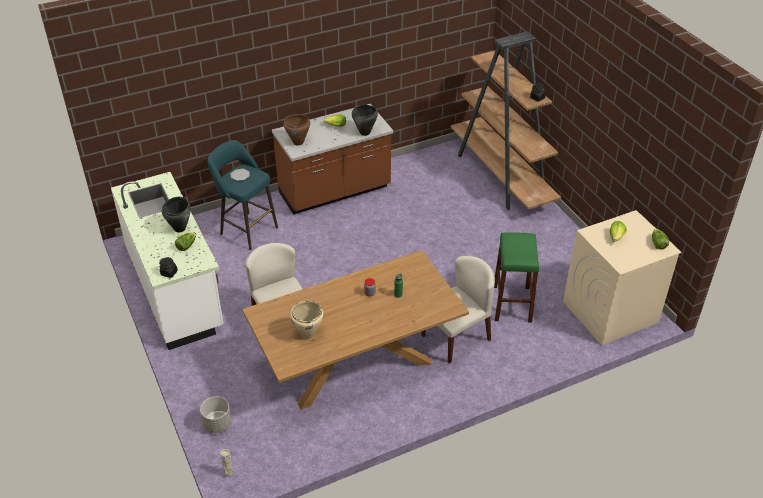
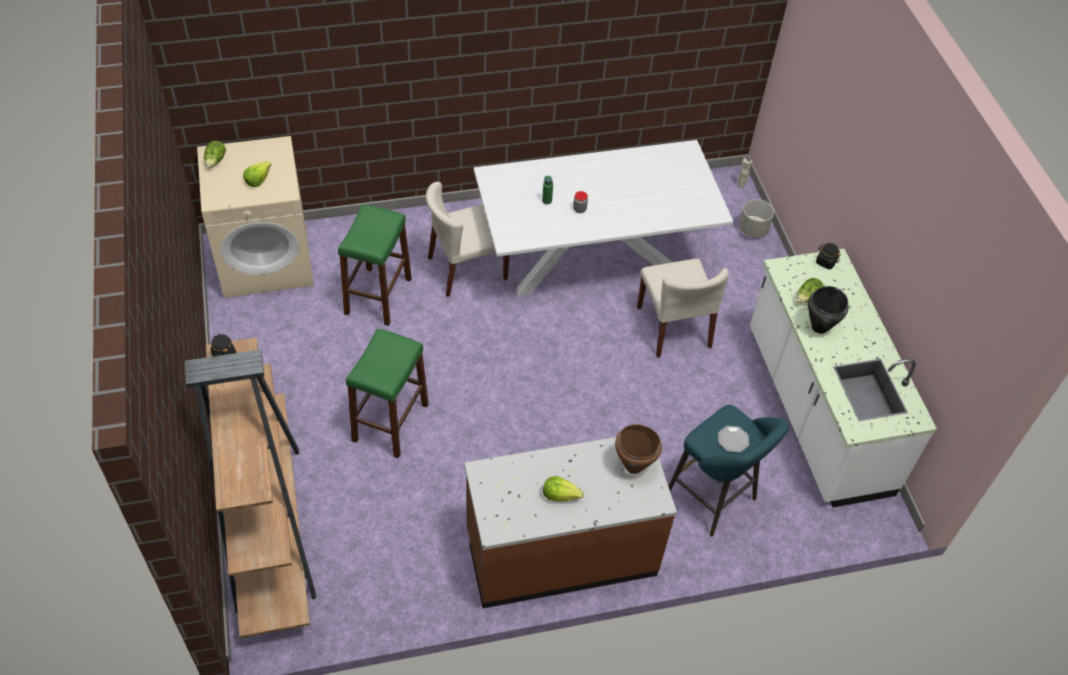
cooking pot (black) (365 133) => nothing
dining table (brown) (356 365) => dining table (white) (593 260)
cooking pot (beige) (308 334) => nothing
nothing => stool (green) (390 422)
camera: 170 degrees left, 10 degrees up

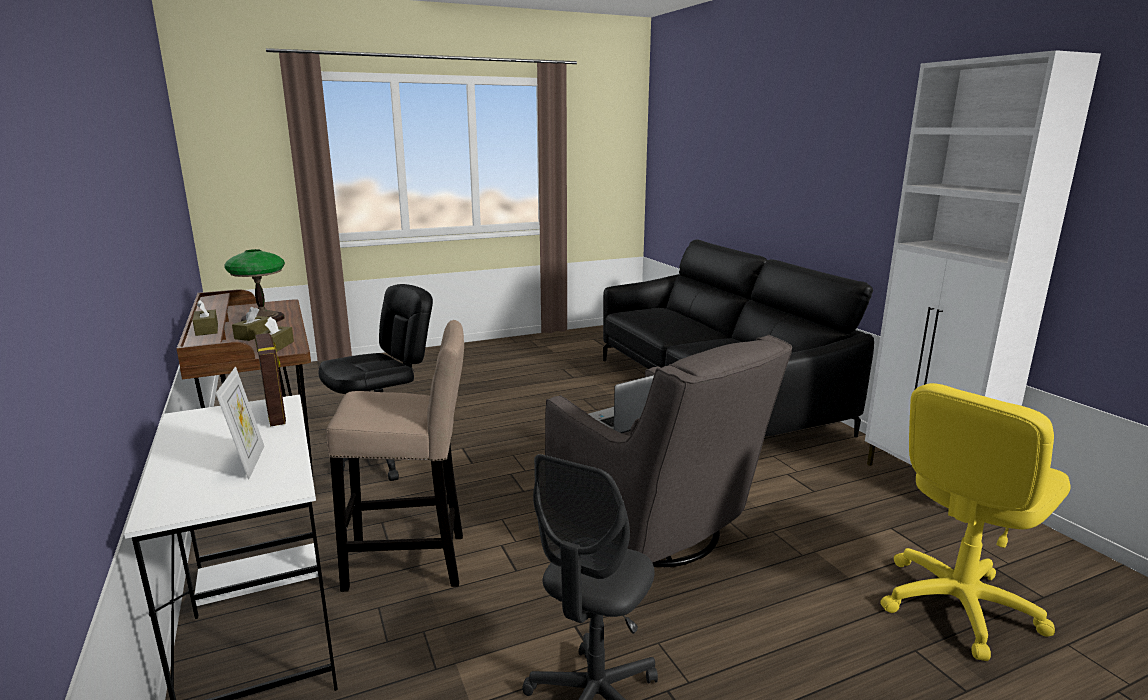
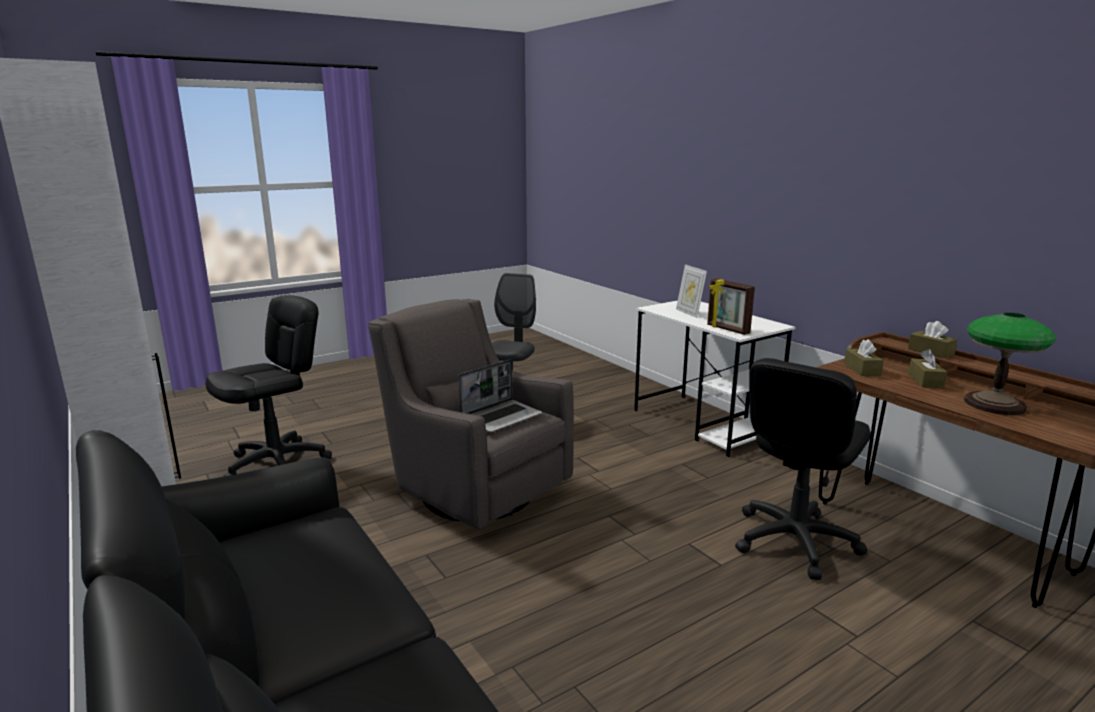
stool (beige) (413 563) => nothing
office chair (yellow) (957 605) => office chair (black) (277 464)
camera: 170 degrees right, 0 degrees up

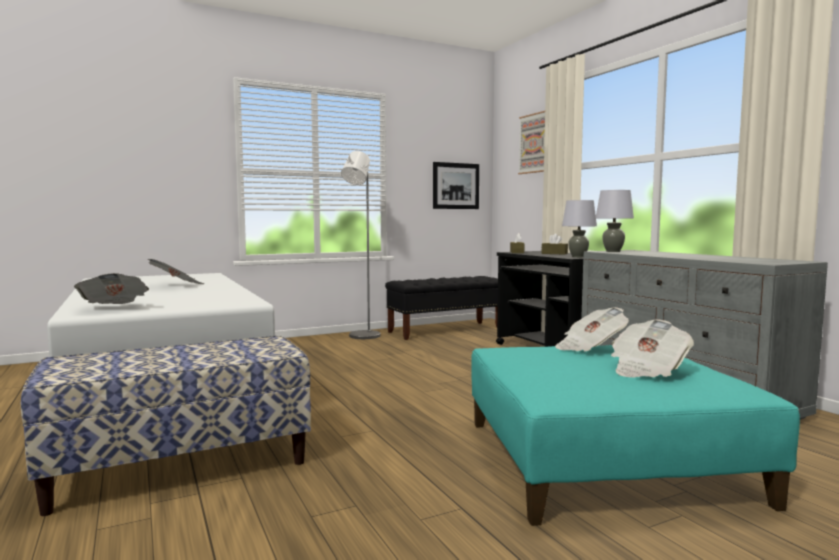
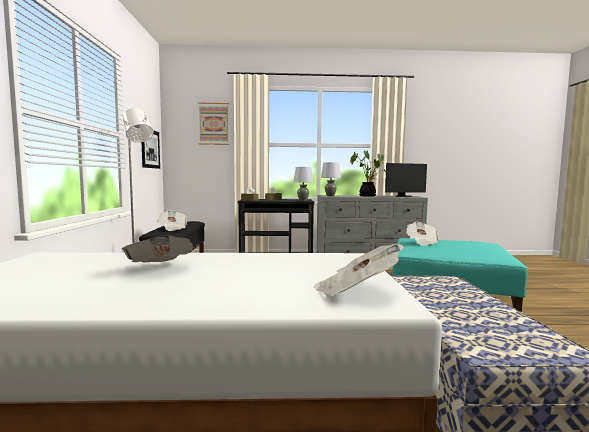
newspaper (646 370) => newspaper (172 228), relocated
nothing => potted plant (367 196)
nothing => monitor (404 196)
camera: 65 degrees left, 0 degrees up

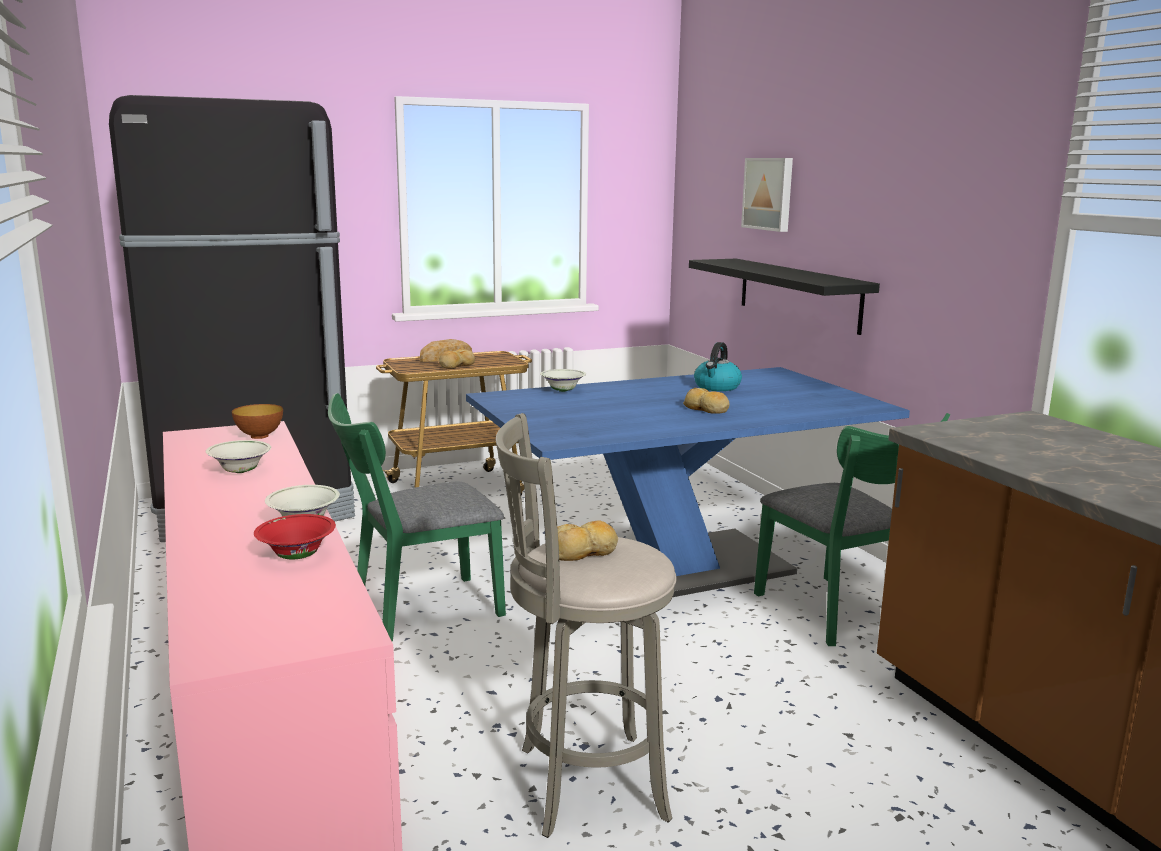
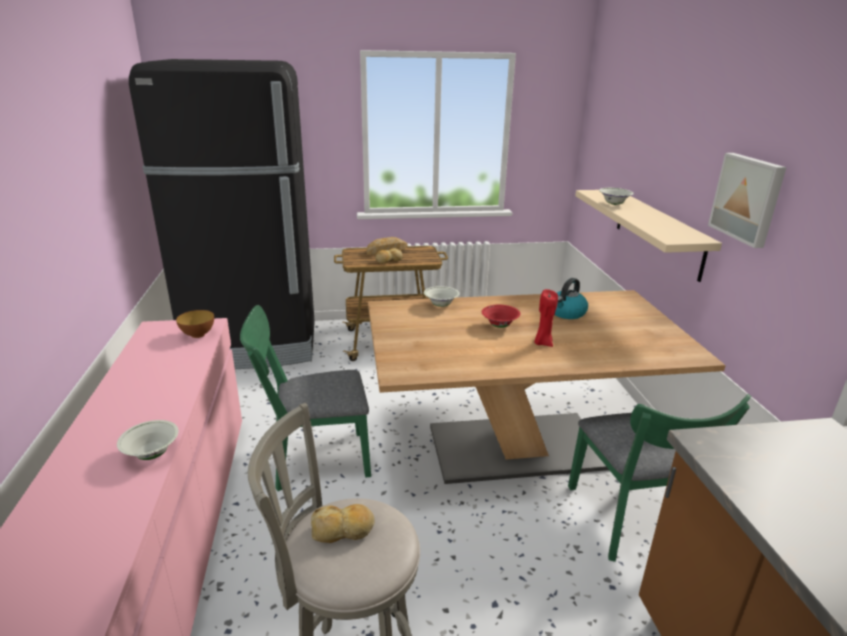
picture (769 194) => picture (748 198), relocated
shelf (black) (798 294) => shelf (beige) (658 232)
dining table (blue) (675 568) => dining table (brown) (516 447)
bread (706 409) => candle (red) (542 343)
bowl (white) (240 471) => bowl (white) (613 204), relocated
bowl (red) (297 556) => bowl (red) (499 326), relocated
camera: 15 degrees right, 10 degrees up

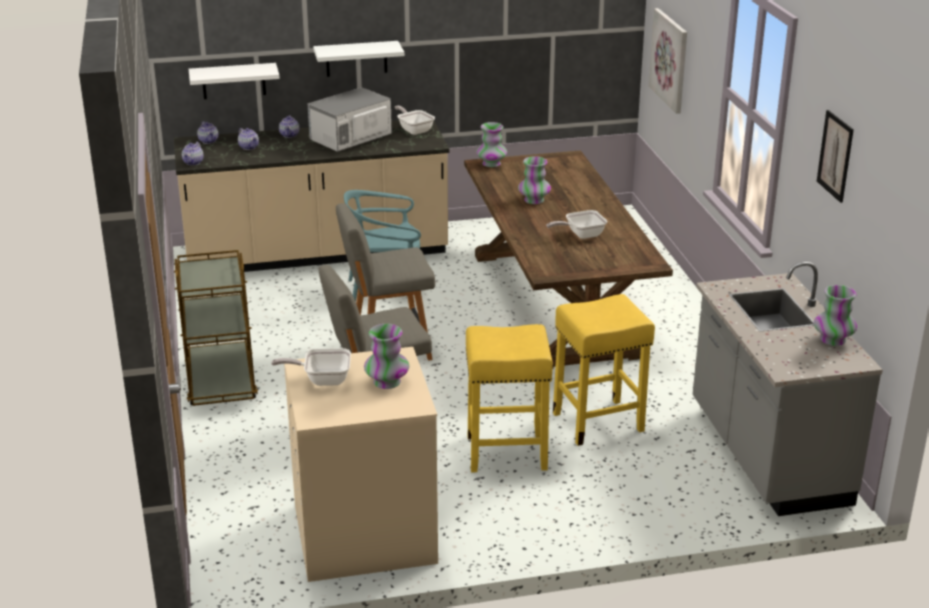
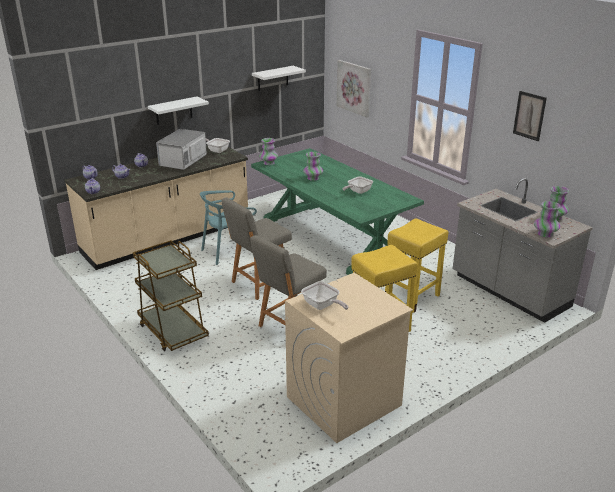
shelf (white) (233 81) => shelf (white) (273 78), relocated
dining table (brown) (555 303) => dining table (green) (330 237)
vase (387 382) => vase (545 234), relocated
frying pan (322 379) => frying pan (322 306), 105 degrees counterclockwise
camera: 25 degrees left, 0 degrees up

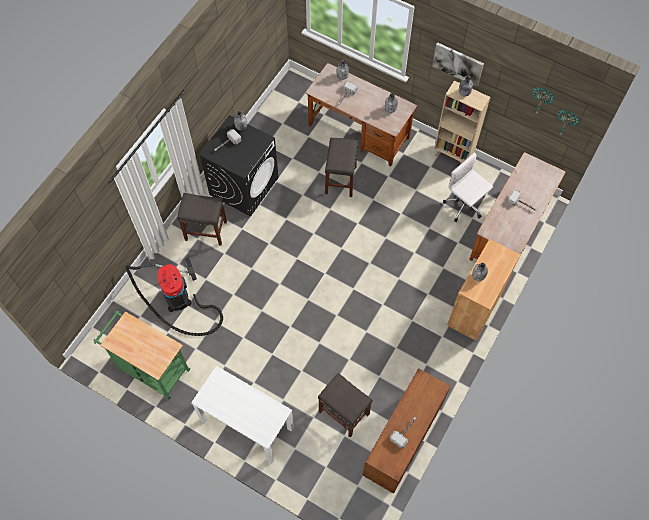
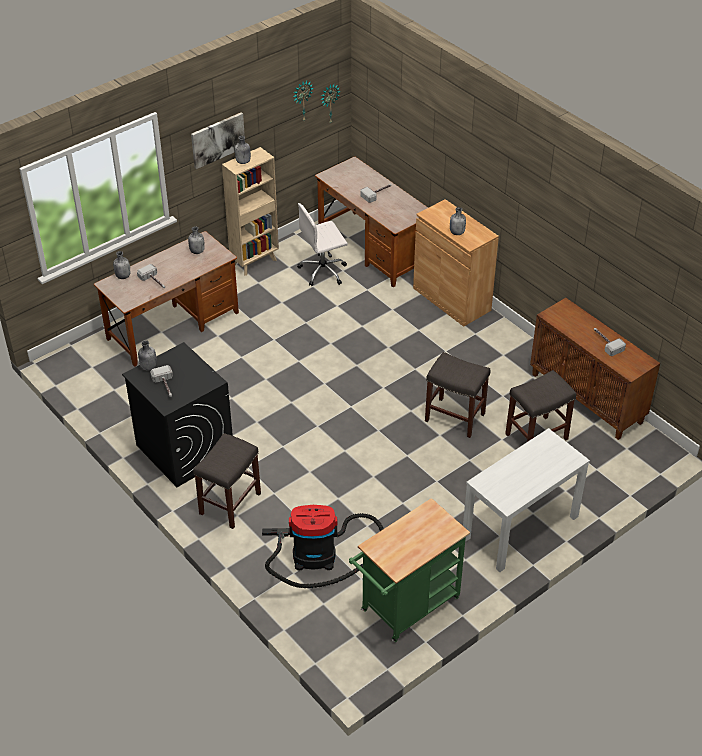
stool (grey) (340 179) => stool (grey) (454 417), relocated
camera: 70 degrees left, 20 degrees down

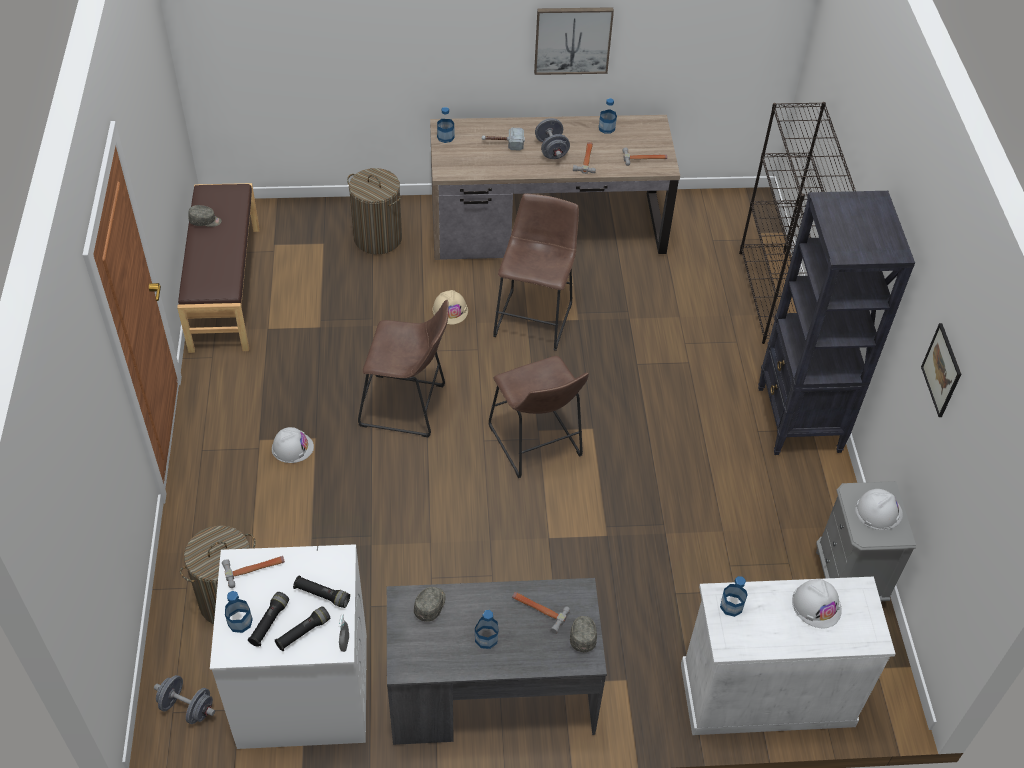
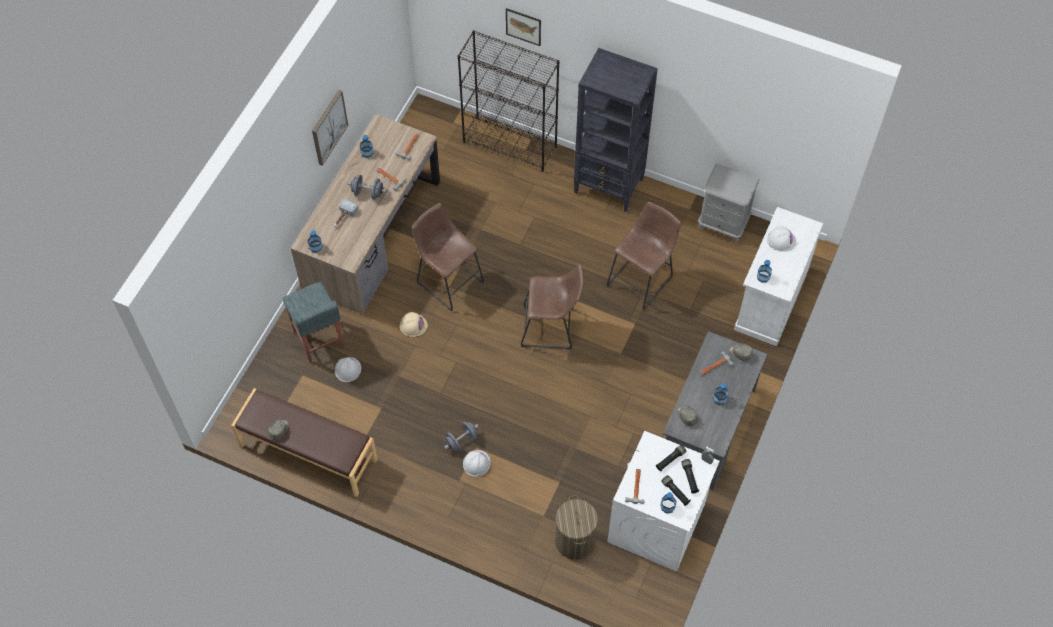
laundry basket (377 238) => stool (grey) (319 339)
stool (brown) (407 407) => stool (brown) (642 279), relocated
picture (942 370) => picture (523 26), relocated
hard hat (white) (878 511) => hard hat (white) (347 369), relocated
dumbbell (grey) (187 707) => dumbbell (grey) (461 441), relocated
camera: 60 degrees left, 10 degrees up

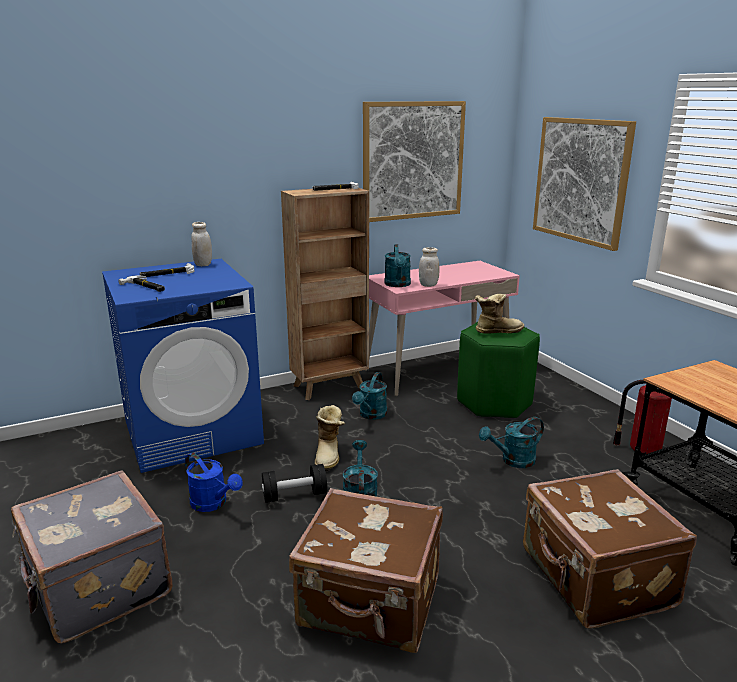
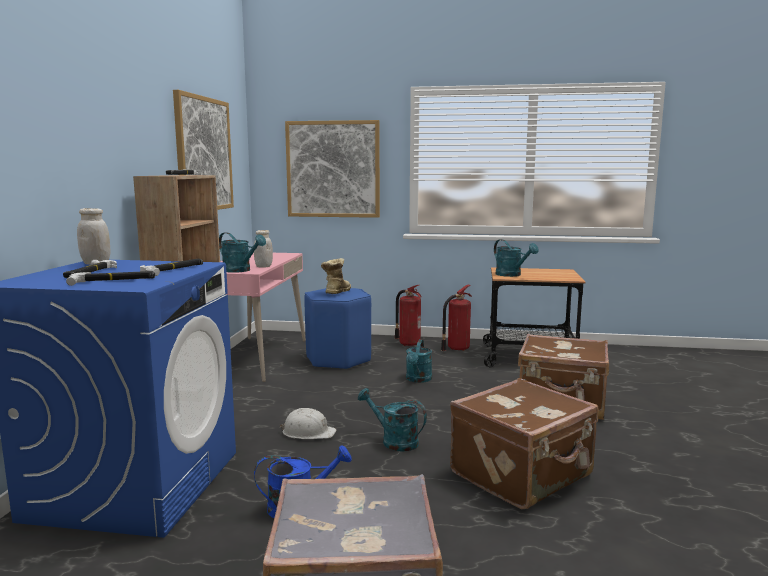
stool (green) (493 403) => stool (blue) (338 360)
watering can (turquoise) (371 415) => watering can (turquoise) (512 275), relocated
boot (329 456) => hard hat (white) (308 432)
dumbbell (black) (295 495) => nothing
nothing => hammer (173 270)
nothing => fire extinguisher (408 343)
camera: 55 degrees left, 10 degrees down

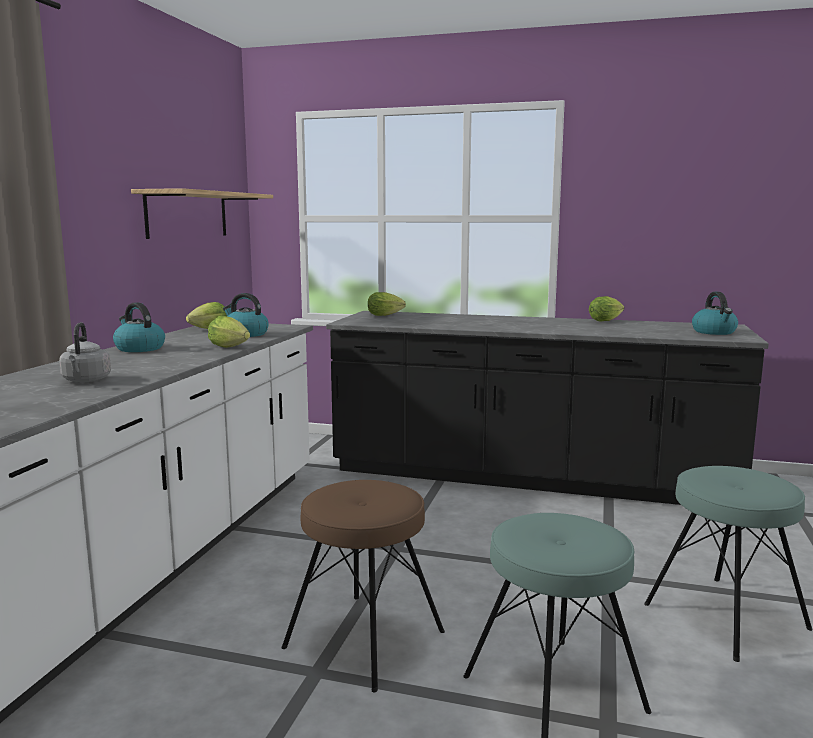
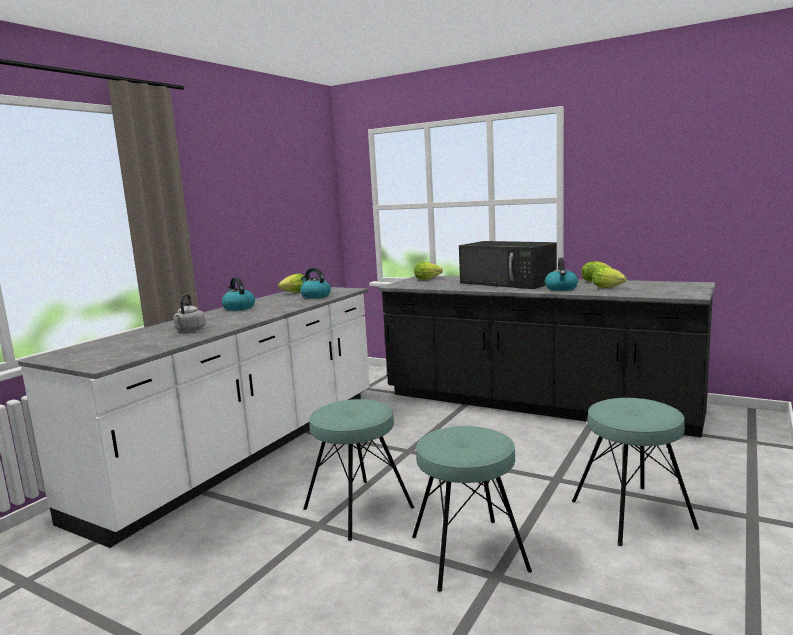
shelf (187 214) => nothing
kettle (714 332) => kettle (561 288), relocated
lettuce (231 347) => lettuce (609 288), relocated
stool (brown) (364 640) => stool (turquoise) (358 508)
nothing => microwave (black) (508 282)
camera: 15 degrees right, 0 degrees up

